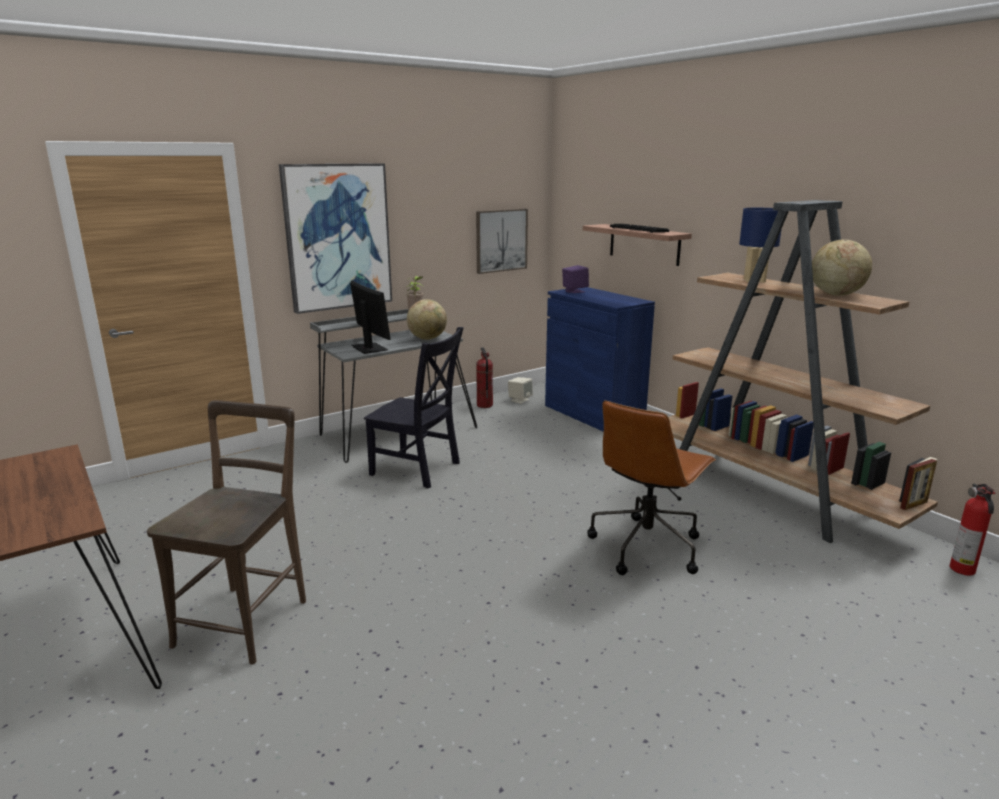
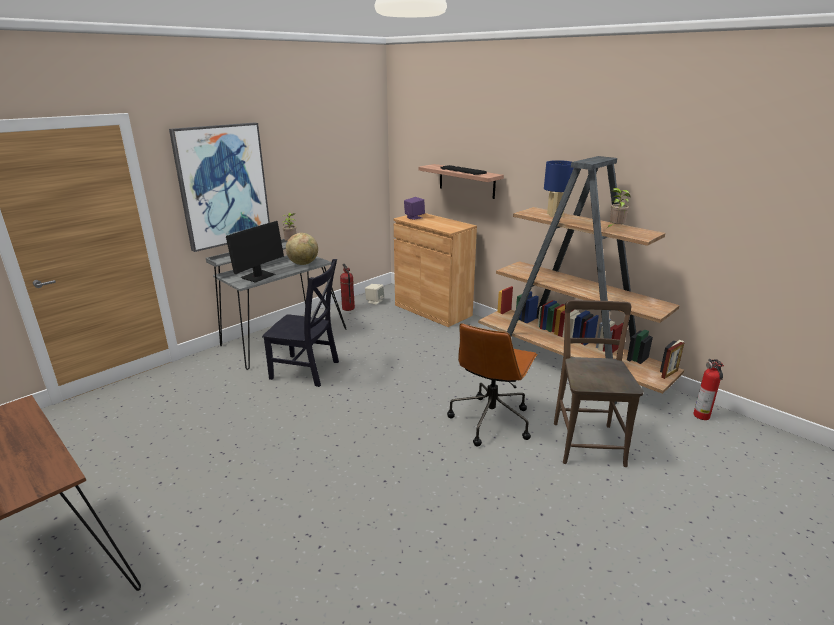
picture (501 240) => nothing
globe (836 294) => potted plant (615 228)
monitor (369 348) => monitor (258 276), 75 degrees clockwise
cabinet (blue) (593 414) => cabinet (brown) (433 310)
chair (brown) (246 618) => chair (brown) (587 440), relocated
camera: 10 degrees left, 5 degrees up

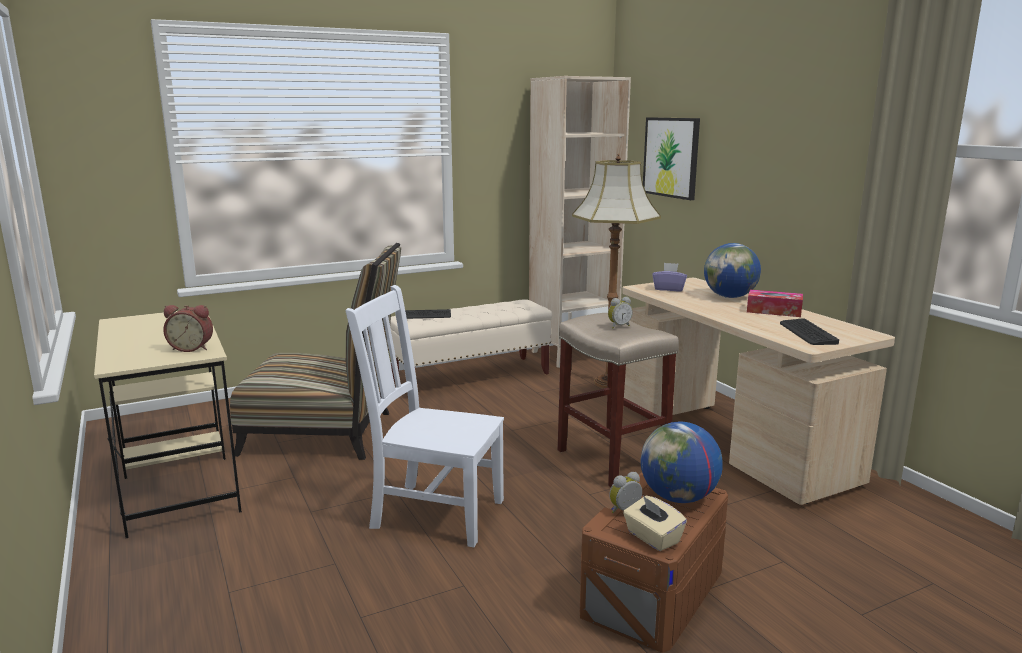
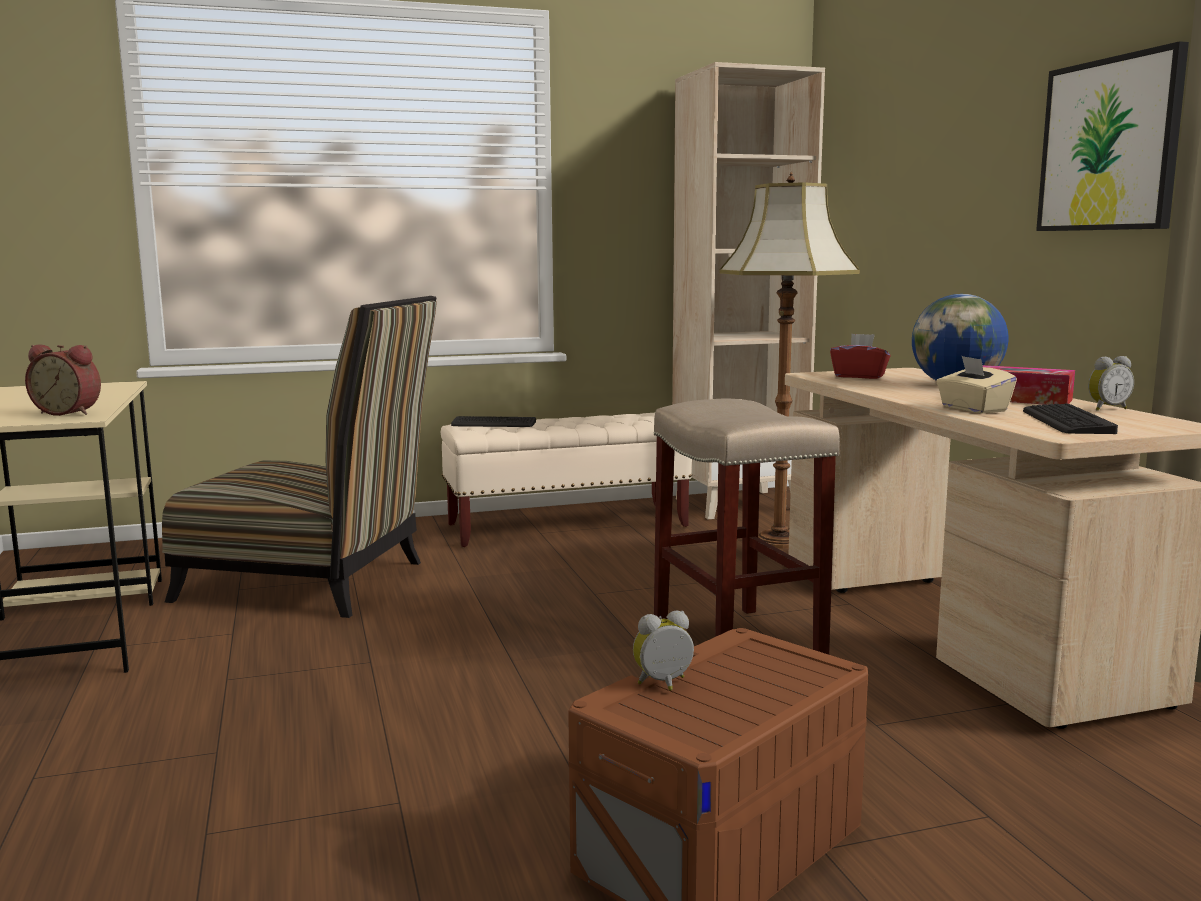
picture (671 157) => picture (1109 145), relocated
tissue box (purple) (669 289) => tissue box (red) (859 376)
chair (white) (434 512) => nothing
alarm clock (618 326) => alarm clock (1106 409), relocated
globe (678 498) => nothing
tissue box (beige) (652 538) => tissue box (beige) (973 409), relocated
camera: 10 degrees right, 5 degrees down

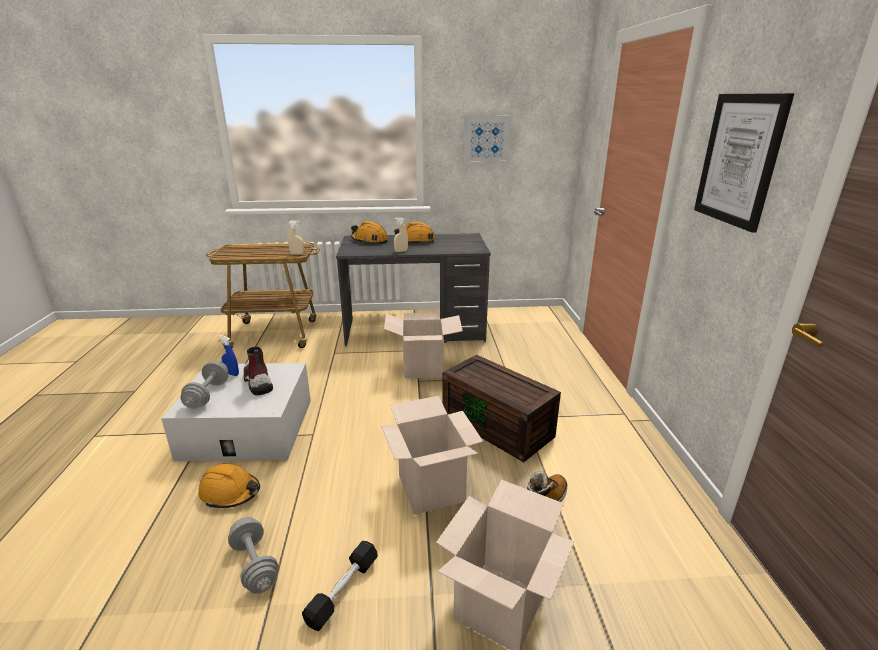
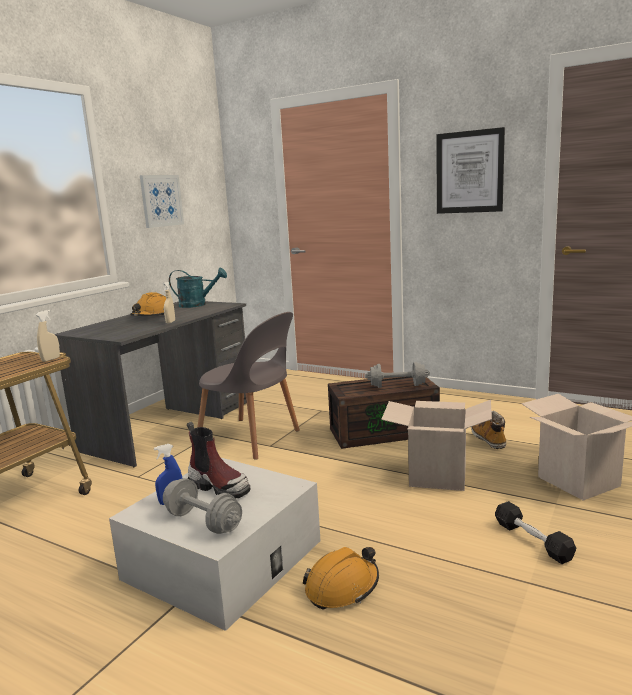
hard hat (orange) (369 240) => nothing
cardboard box (423 368) => chair (grey) (252 439)
boot (257 382) => boot (219 487), 150 degrees counterclockwise
dumbbell (grey) (255 565) => dumbbell (grey) (397 386), relocated
nothing => watering can (turquoise) (197 305)
camera: 55 degrees left, 10 degrees down

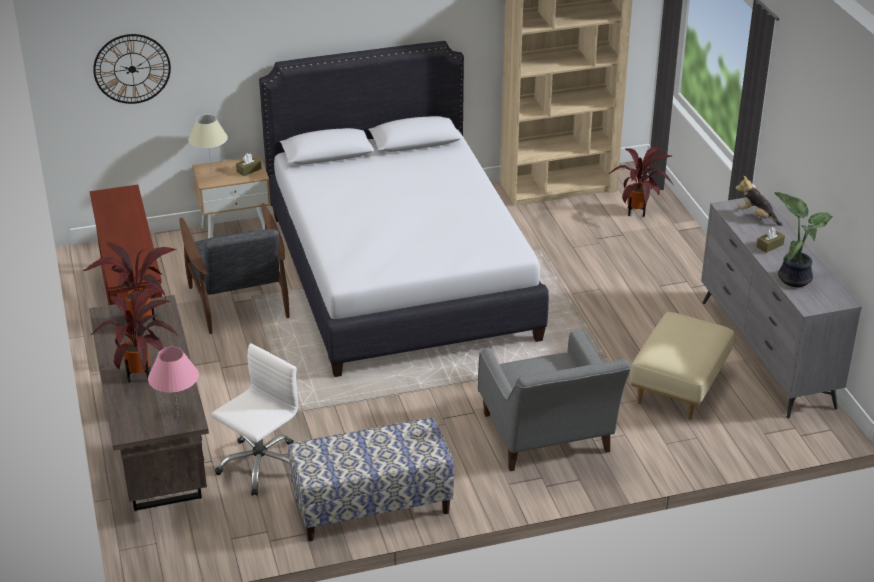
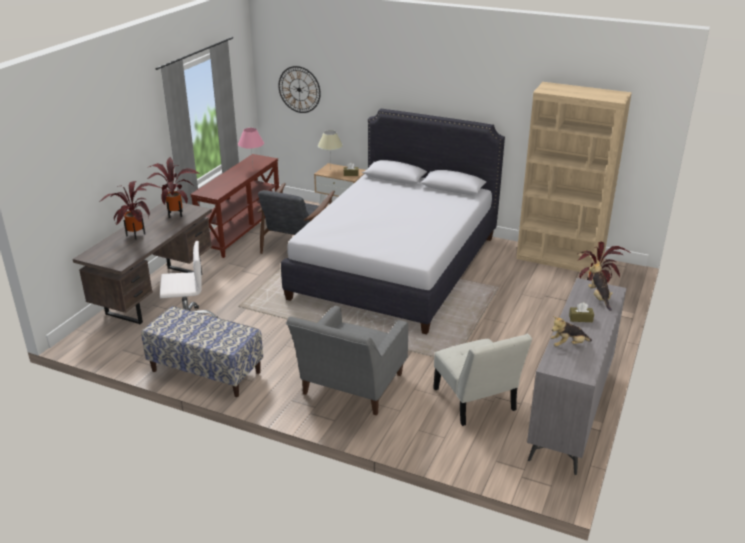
potted plant (794 278) => plush toy (568 345)
ottoman (beige) (679 388) => chair (white) (476 402)
table lamp (pink) (178 416) => table lamp (pink) (253 168), relocated
camera: 40 degrees right, 5 degrees down

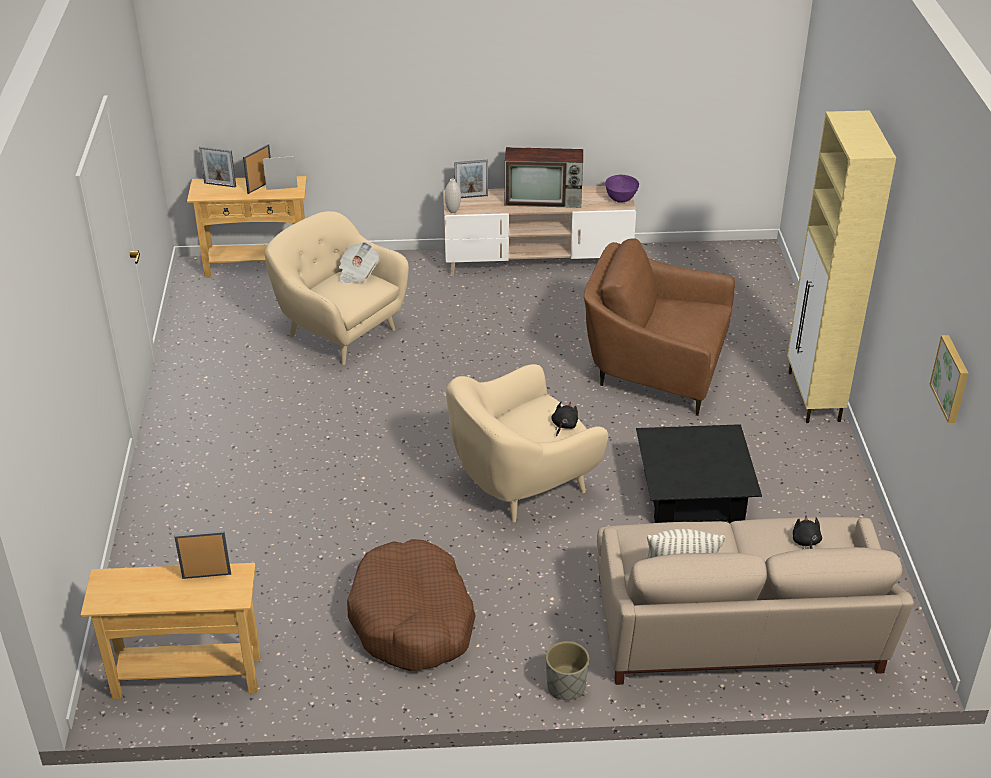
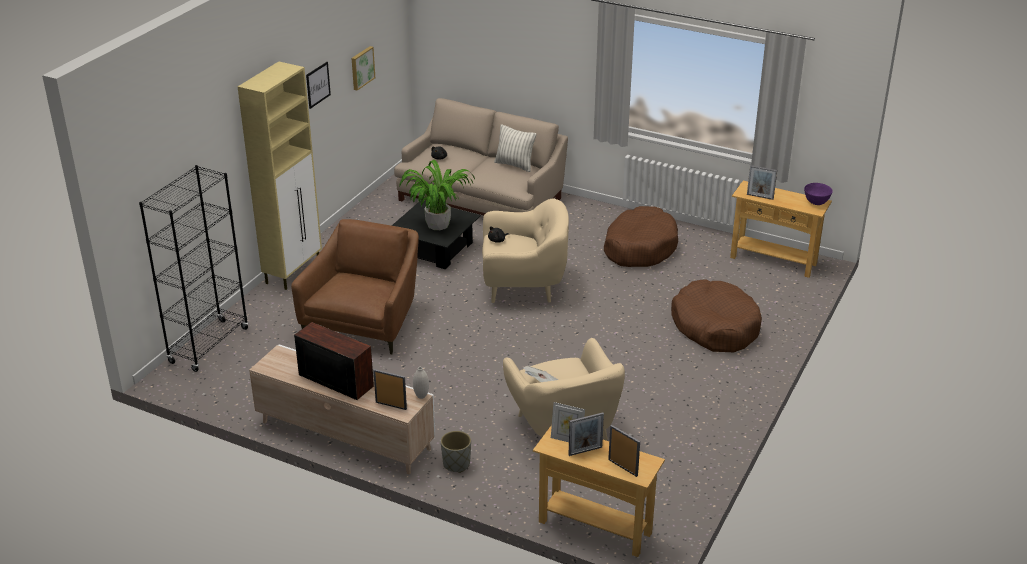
bowl (purple) (620 199) => bowl (purple) (816 202), relocated
armchair (brown) (654 368) => armchair (brown) (365 321), 120 degrees counterclockwise
planter (grey) (565 687) => planter (grey) (456 464), relocated
nothing => picture (318 85)
nothing => potted plant (437 225)
nothing => bookcase (black) (209 345)
nothing => dog bed (brown) (715 327)
camera: 150 degrees left, 5 degrees down

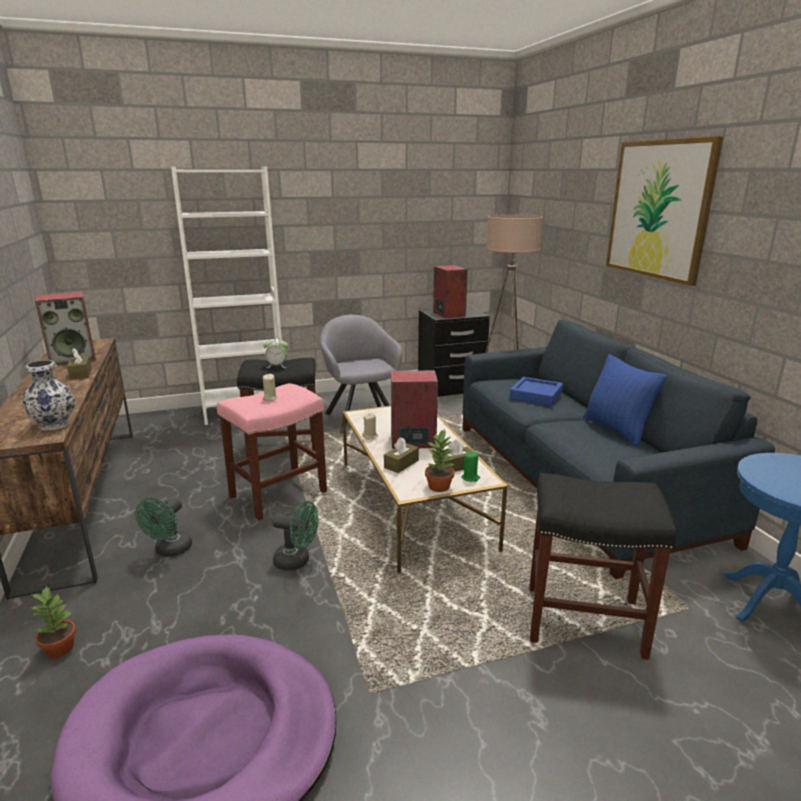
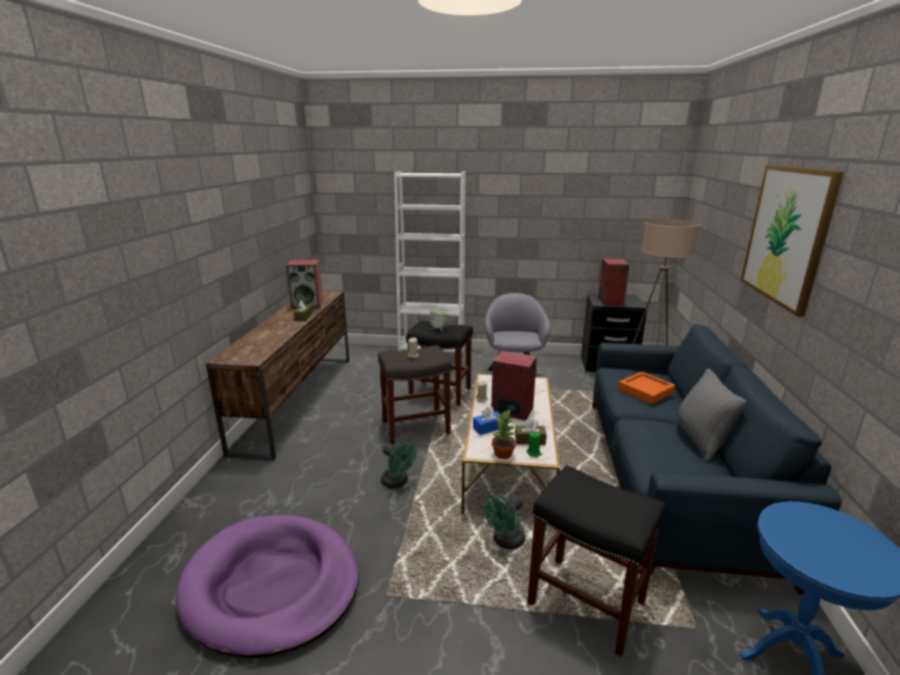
pillow (blue) (616 430) => pillow (grey) (700 441)
vase (53 425) => nothing
tray (blue) (536 395) => tray (orange) (645 391)
stool (pink) (279 493) => stool (grey) (416 427)
tissue box (brown) (401 464) => tissue box (blue) (488 428)
fan (green) (170 551) => fan (green) (505 542), relocated
potted plant (59 648) => nothing
camera: 25 degrees right, 0 degrees up

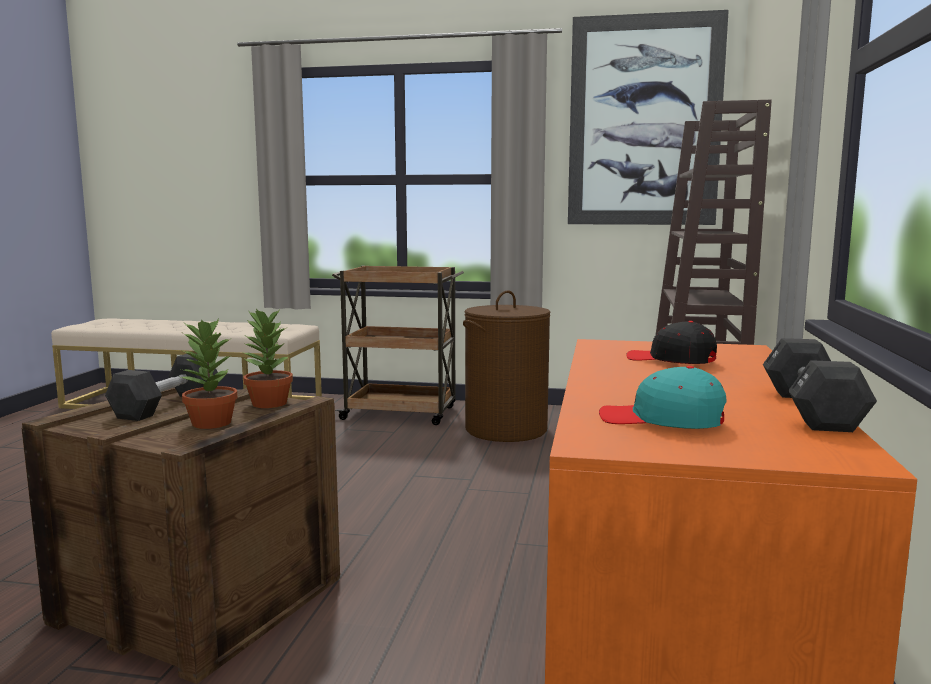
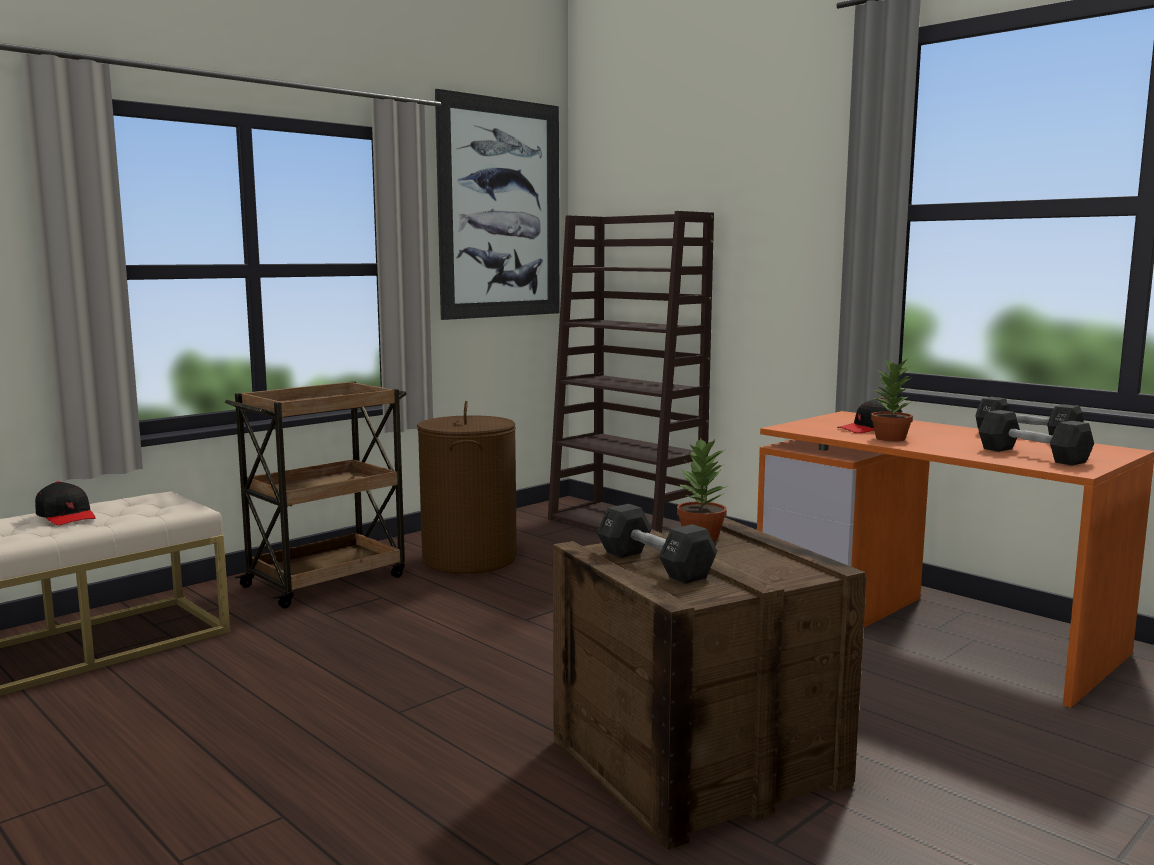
potted plant (210 423) => potted plant (890 439), relocated
cap (turquoise) (662 420) => dumbbell (black) (1032 455)
nothing => cap (black) (66 516)
camera: 55 degrees left, 0 degrees up

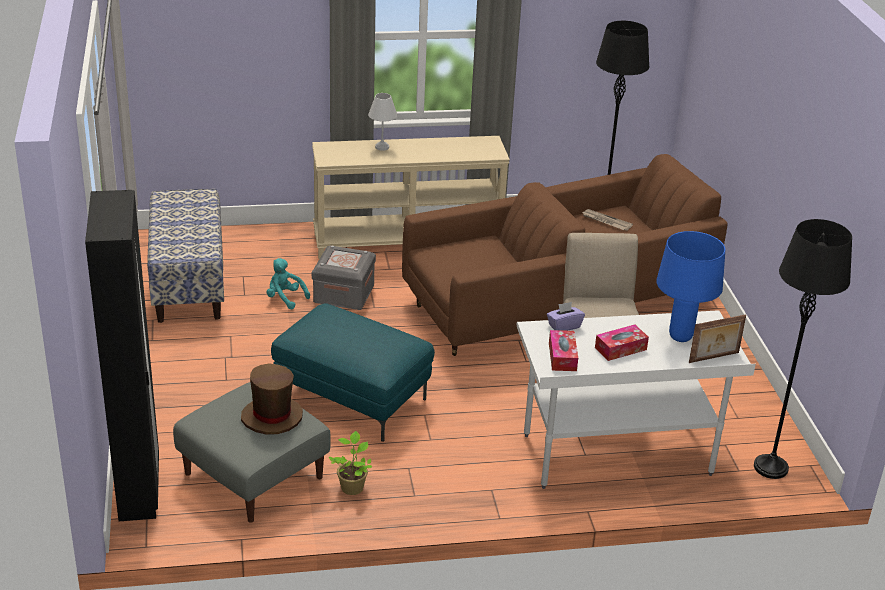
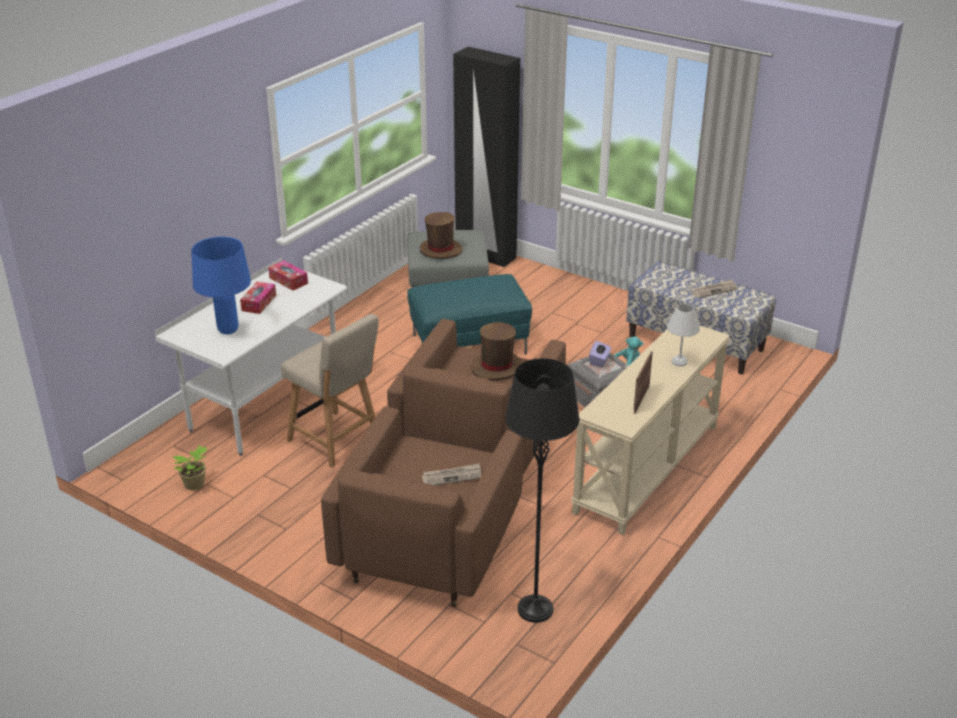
floor lamp (black) (770 467) => nothing
tissue box (purple) (564 326) => tissue box (purple) (599 361), relocated
picture frame (714 358) => picture frame (640 399), relocated
potted plant (352 486) => potted plant (195 485), relocated
nothing => newspaper (714 290)
nothing => hat (brown) (496 367)
camera: 135 degrees right, 0 degrees up

